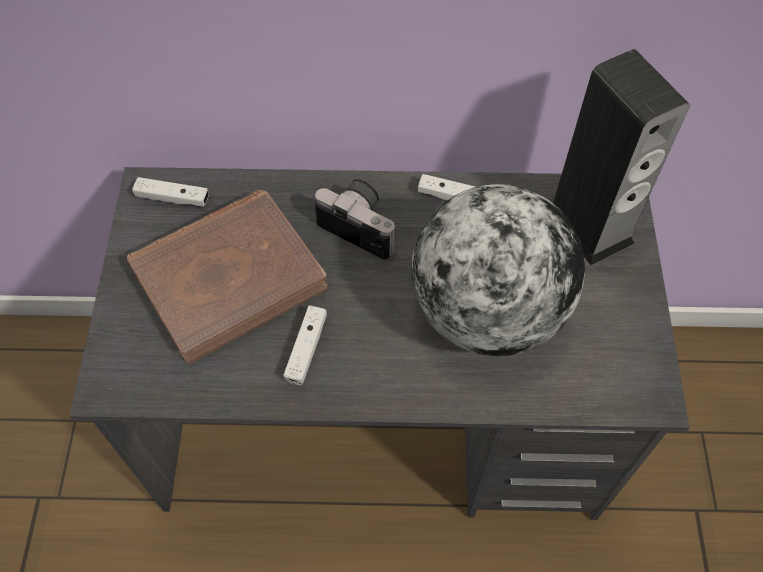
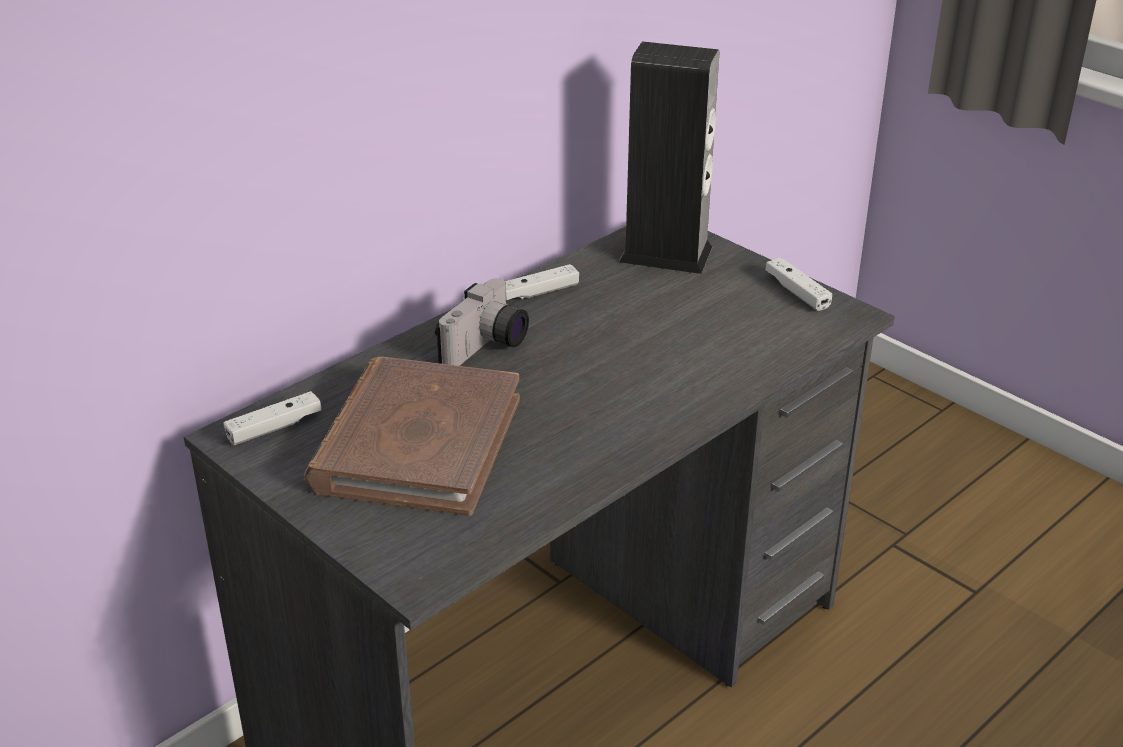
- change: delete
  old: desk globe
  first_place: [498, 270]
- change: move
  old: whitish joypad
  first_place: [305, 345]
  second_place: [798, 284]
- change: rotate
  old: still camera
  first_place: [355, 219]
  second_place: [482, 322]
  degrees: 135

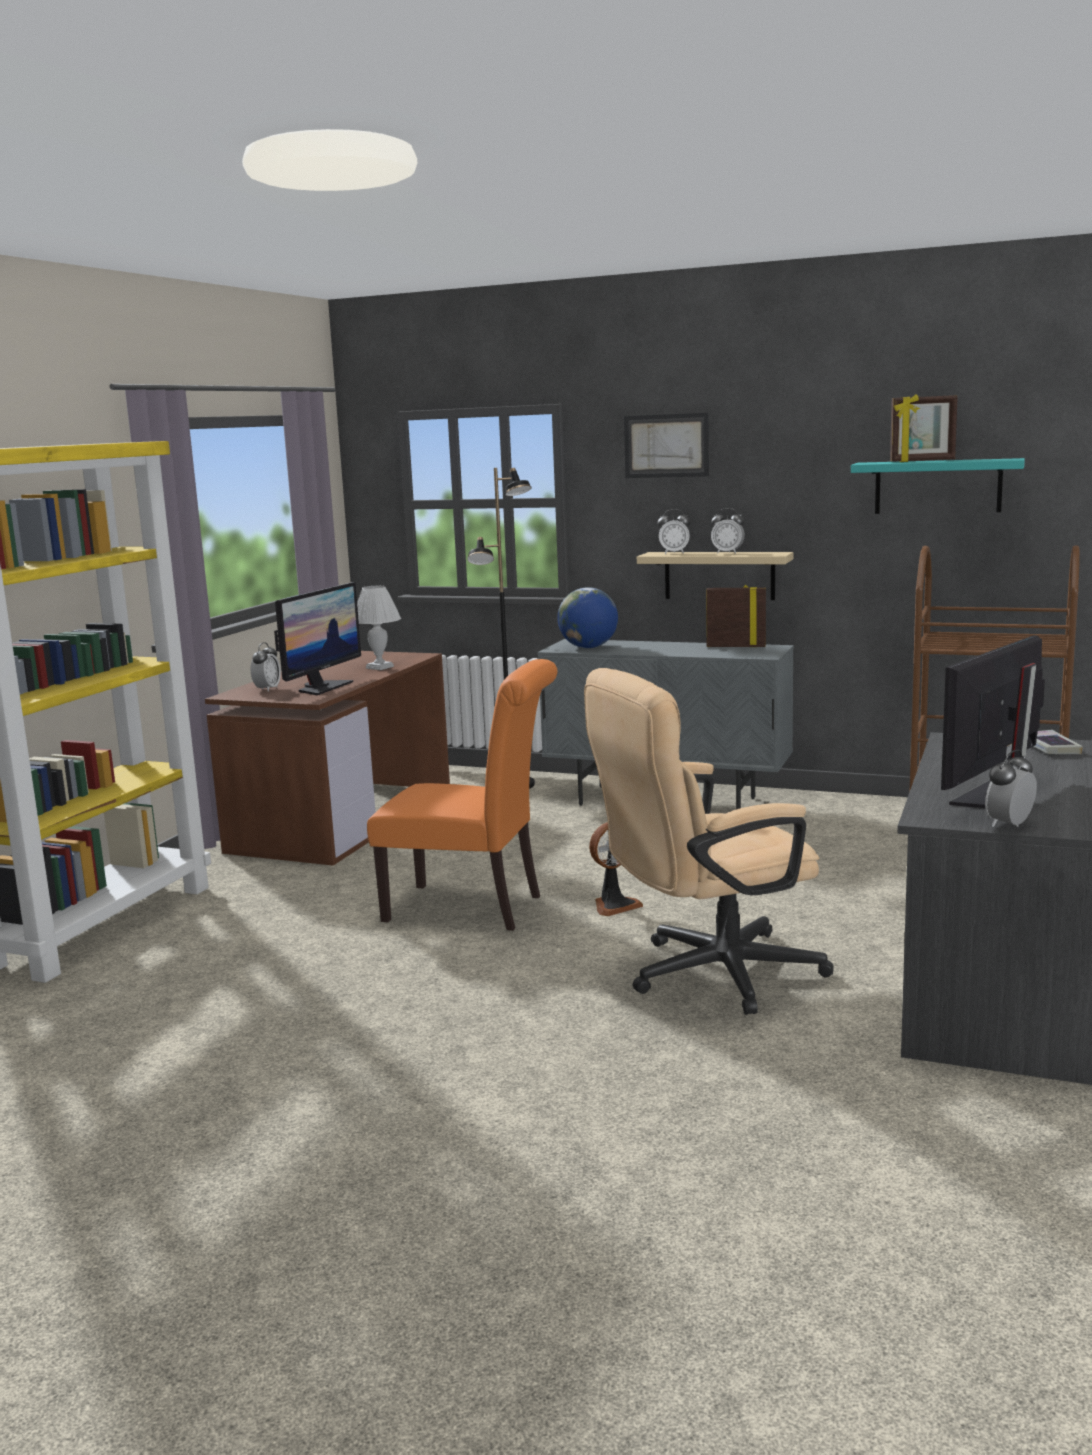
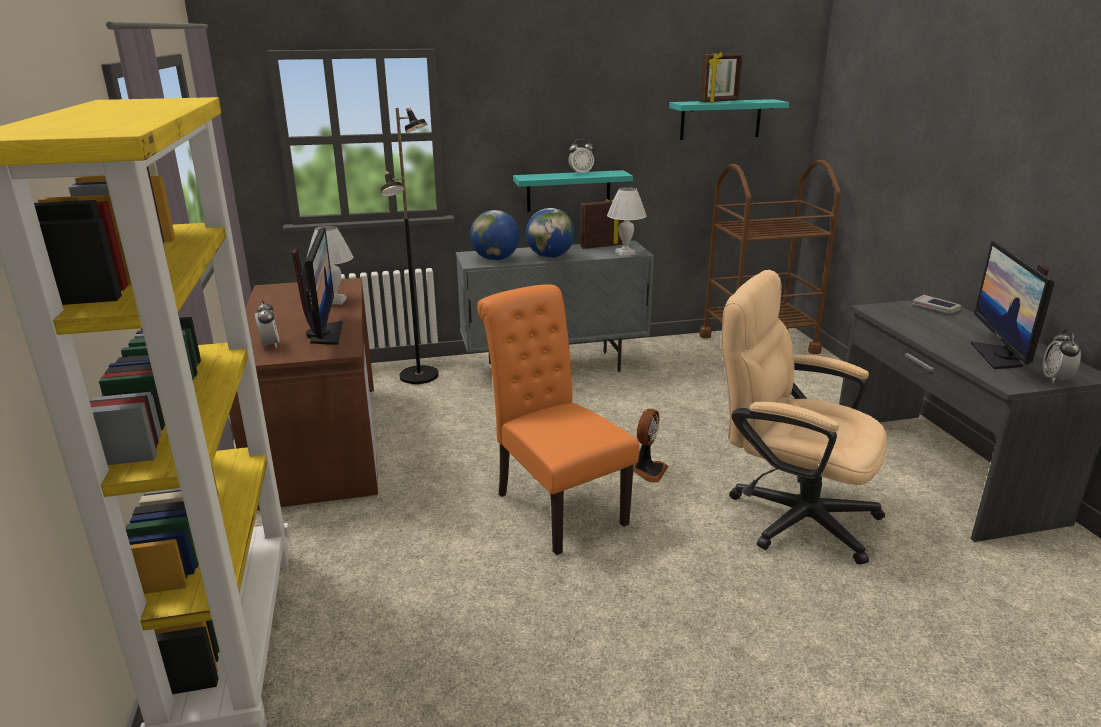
- change: delete
  old: wall art
  first_place: [666, 445]
- change: delete
  old: table clock
  first_place: [673, 531]
- change: insert
  new: desk globe
  second_place: [550, 233]
- change: insert
  new: whitish table lamp
  second_place: [627, 221]
- change: recolor
  old: beige bracket shelf
  new: blue-green bracket shelf
  first_place: [715, 576]
  second_place: [573, 191]
- change: rotate
  old: orange chair
  first_place: [462, 795]
  second_place: [558, 419]
  degrees: -105
- change: rotate
  old: beige desk chair
  first_place: [709, 841]
  second_place: [804, 417]
  degrees: 90

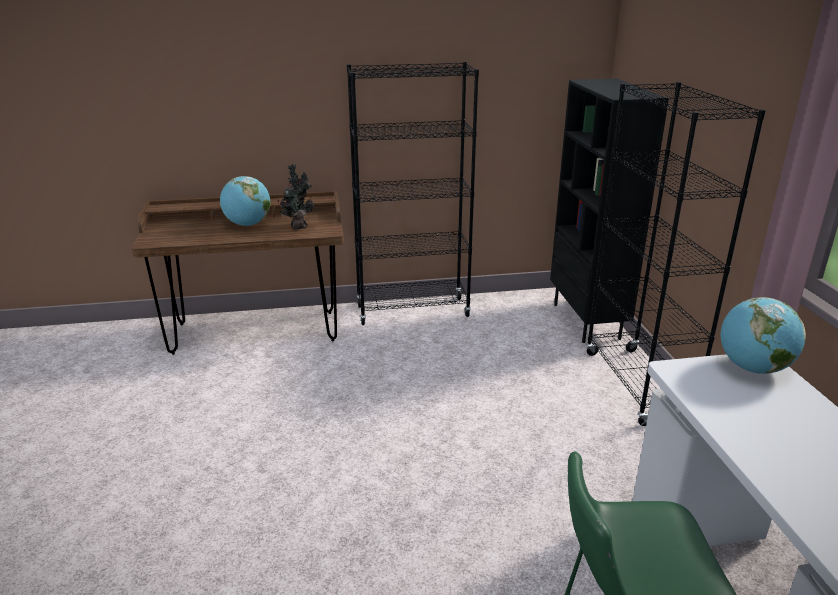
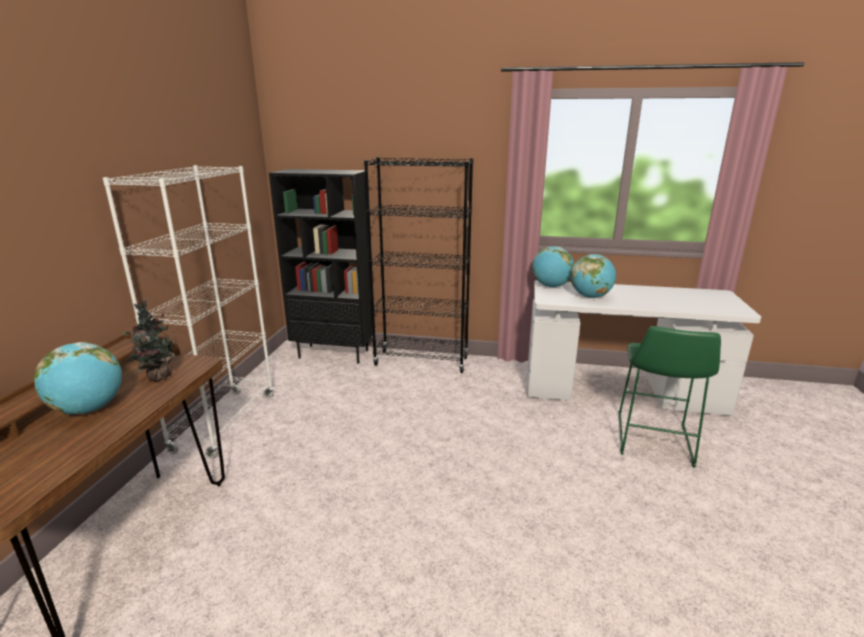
- change: insert
  new: desk globe
  second_place: [593, 276]
- change: recolor
  old: black bookshelf
  new: whitish bookshelf
  first_place: [413, 193]
  second_place: [188, 312]

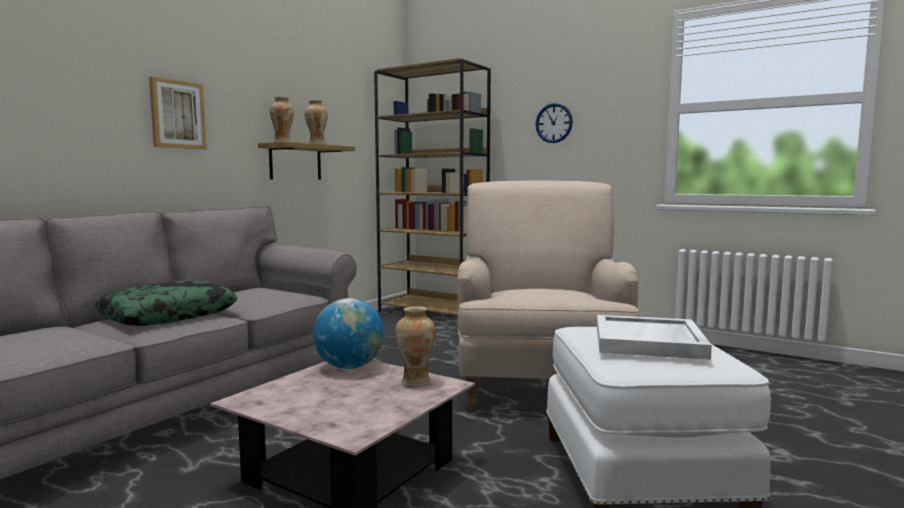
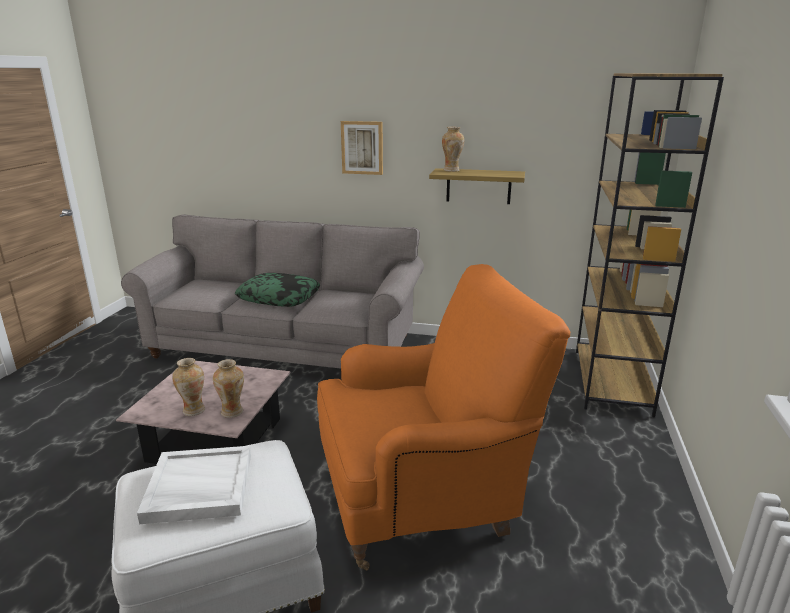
- change: delete
  old: desk globe
  first_place: [348, 333]
- change: delete
  old: hanging clock
  first_place: [554, 123]
- change: move
  old: flower vase
  first_place: [316, 122]
  second_place: [188, 387]
- change: recolor
  old: beige easy chair
  new: orange easy chair
  first_place: [548, 294]
  second_place: [443, 417]

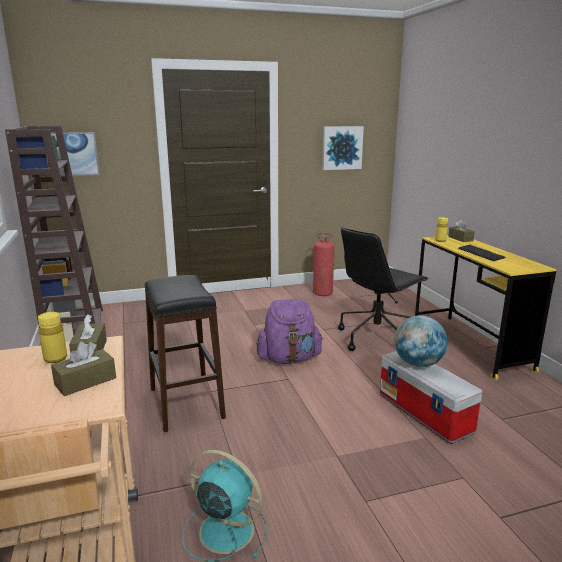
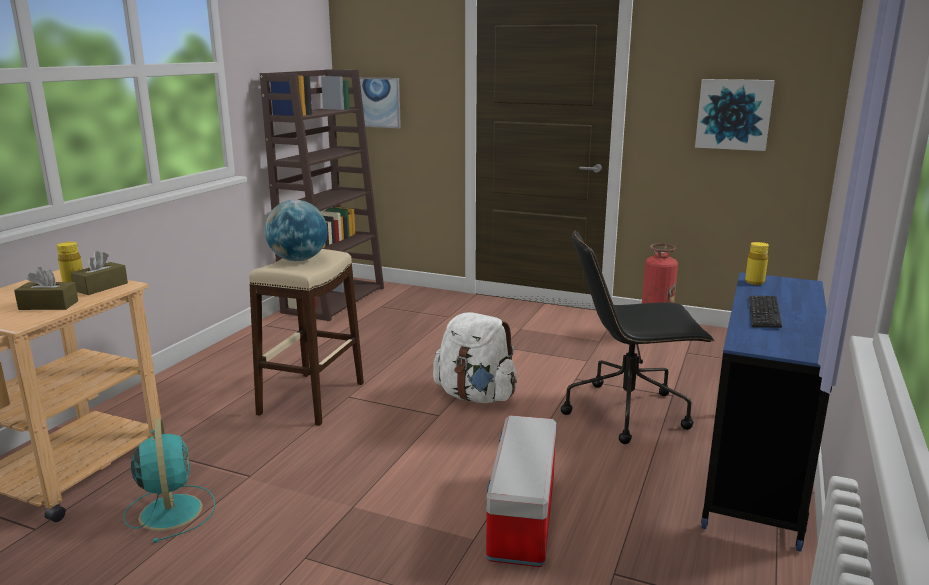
- change: delete
  old: brownish tissue box
  first_place: [461, 230]
- change: move
  old: desk globe
  first_place: [421, 341]
  second_place: [295, 230]
- change: recolor
  old: black stool seat
  new: beige stool seat
  first_place: [185, 353]
  second_place: [306, 337]
- change: recolor
  old: purple backpack
  new: whitish backpack
  first_place: [290, 331]
  second_place: [475, 357]
- change: recolor
  old: yellow desk unit
  new: blue desk unit
  first_place: [485, 307]
  second_place: [766, 412]

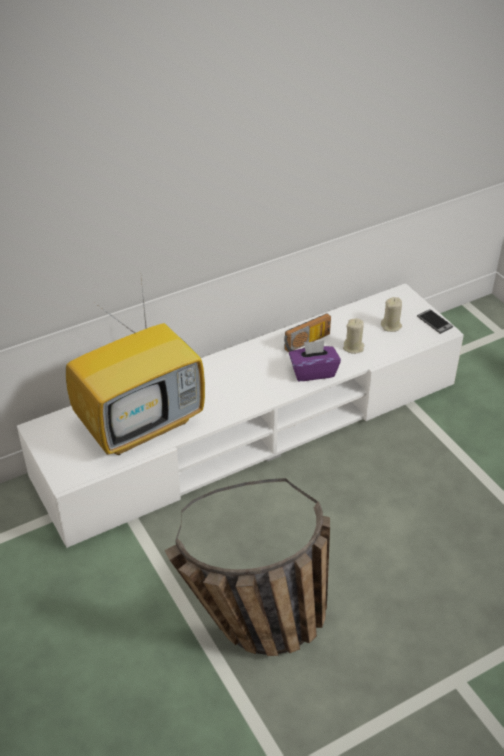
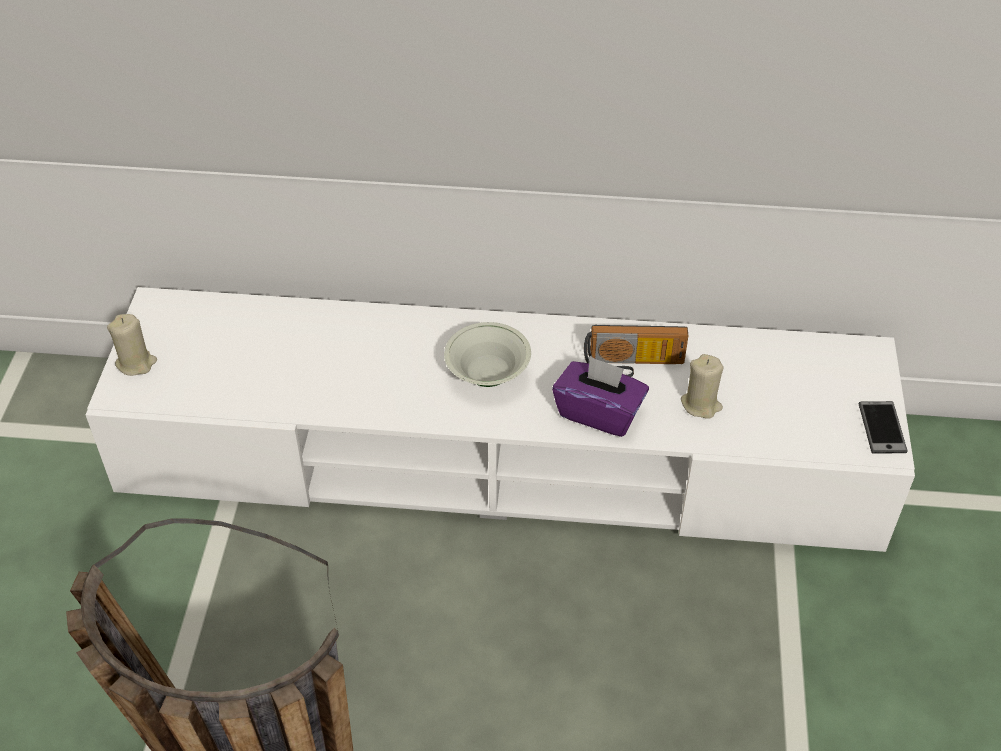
- change: delete
  old: television
  first_place: [135, 366]
- change: insert
  new: whitish deep dish
  second_place: [487, 354]
- change: move
  old: beige wax candle
  first_place: [391, 314]
  second_place: [132, 345]

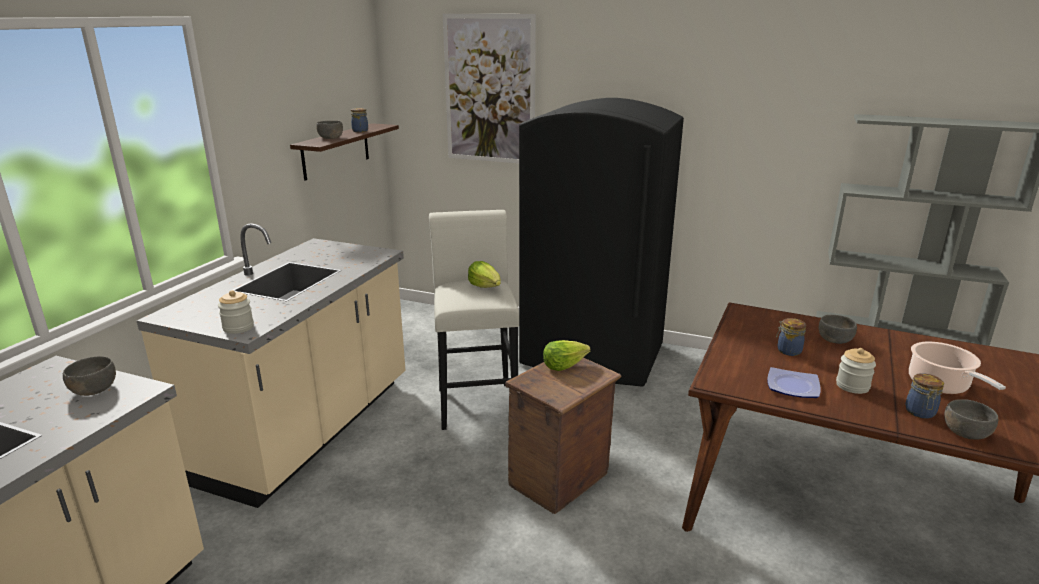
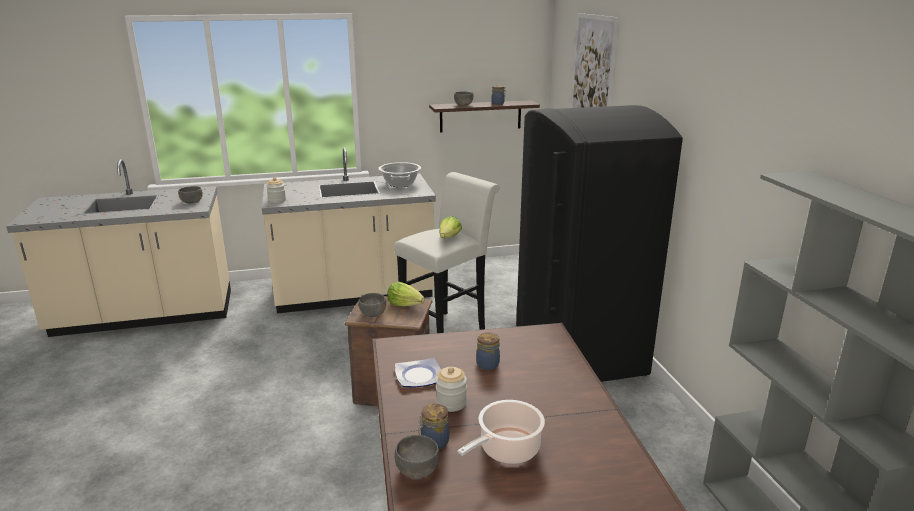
- change: insert
  new: saucepot
  second_place: [399, 174]
- change: move
  old: gray deep dish
  first_place: [838, 329]
  second_place: [372, 305]

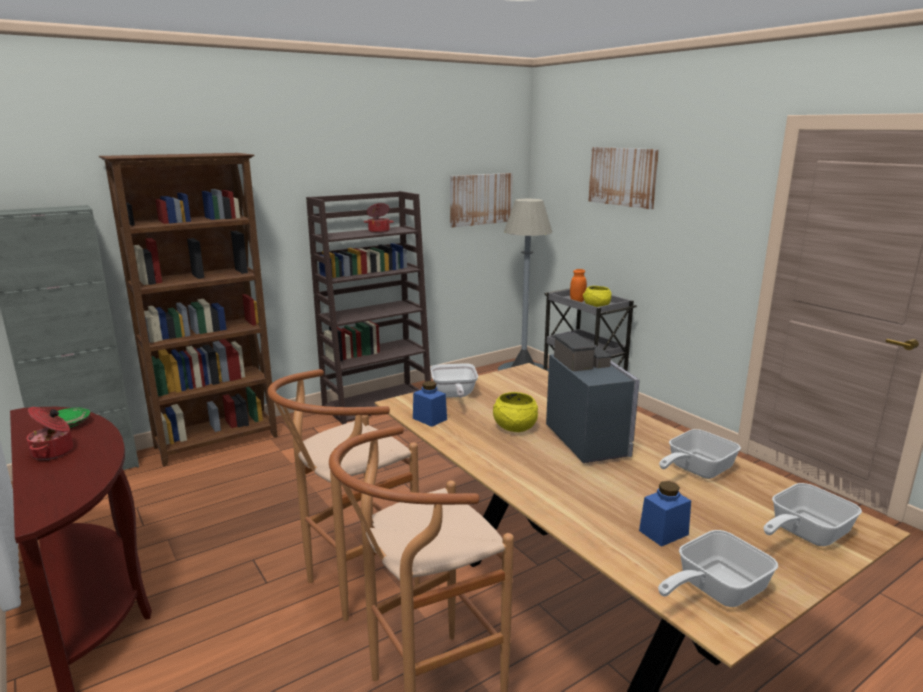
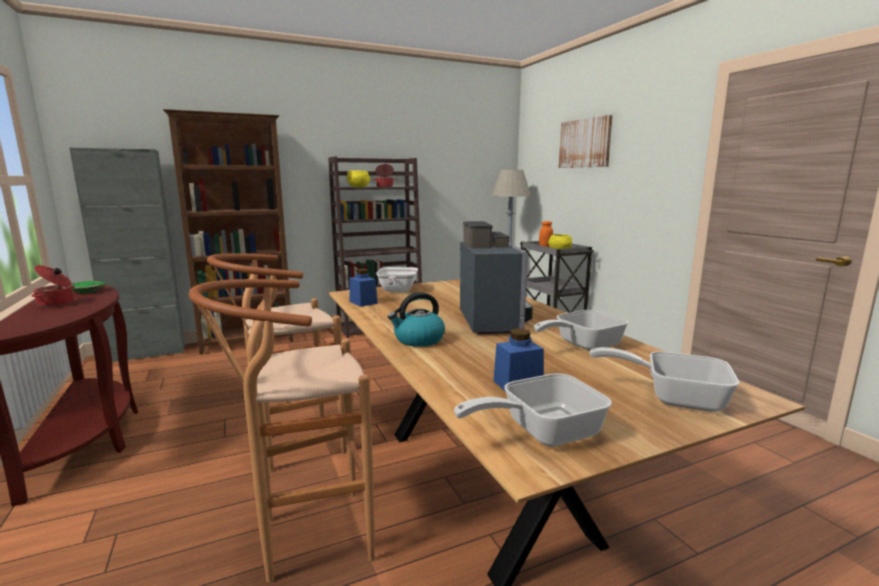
- change: delete
  old: wall art
  first_place: [481, 200]
- change: insert
  new: kettle
  second_place: [416, 319]
- change: move
  old: yellow deep dish
  first_place: [515, 412]
  second_place: [359, 178]
- change: rotate
  old: skillet
  first_place: [812, 514]
  second_place: [664, 379]
  degrees: 45

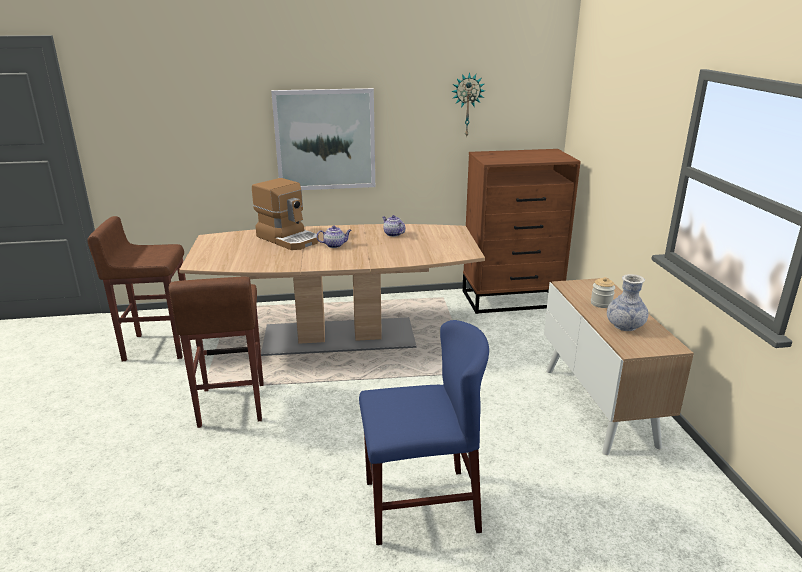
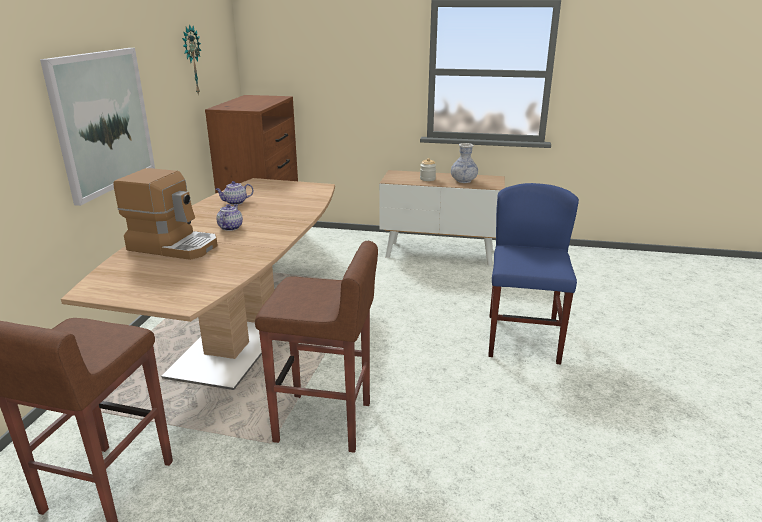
- change: rotate
  old: coffee maker
  first_place: [285, 214]
  second_place: [166, 214]
  degrees: 45

